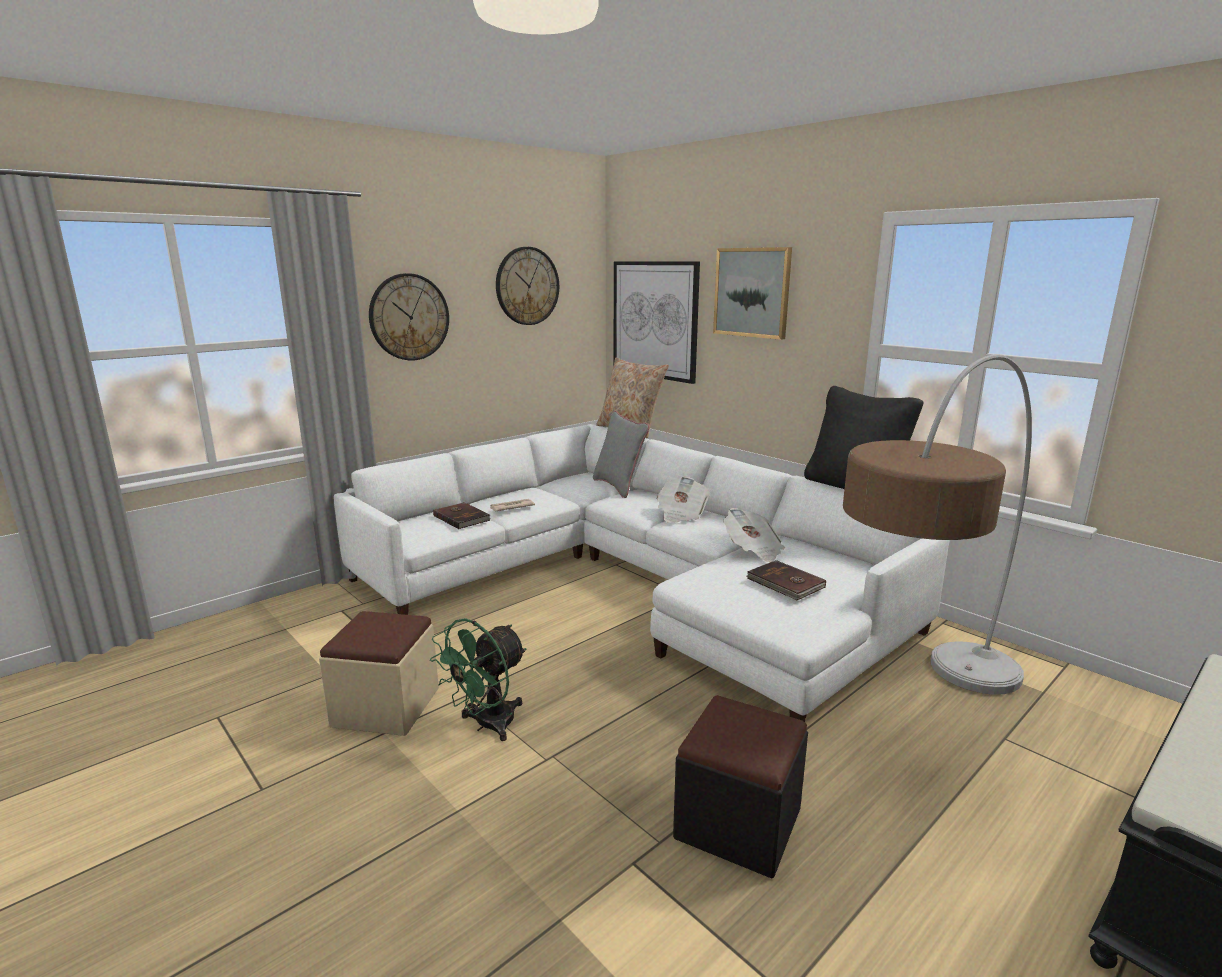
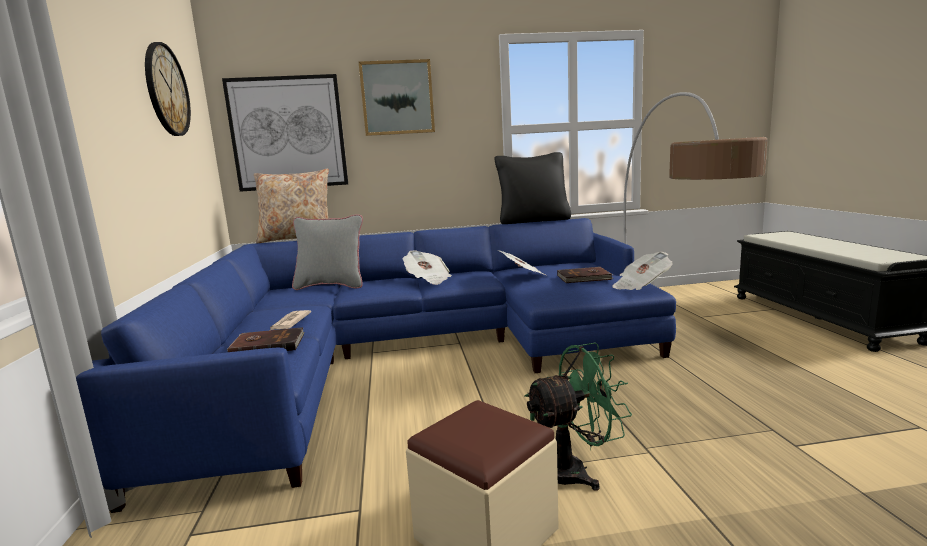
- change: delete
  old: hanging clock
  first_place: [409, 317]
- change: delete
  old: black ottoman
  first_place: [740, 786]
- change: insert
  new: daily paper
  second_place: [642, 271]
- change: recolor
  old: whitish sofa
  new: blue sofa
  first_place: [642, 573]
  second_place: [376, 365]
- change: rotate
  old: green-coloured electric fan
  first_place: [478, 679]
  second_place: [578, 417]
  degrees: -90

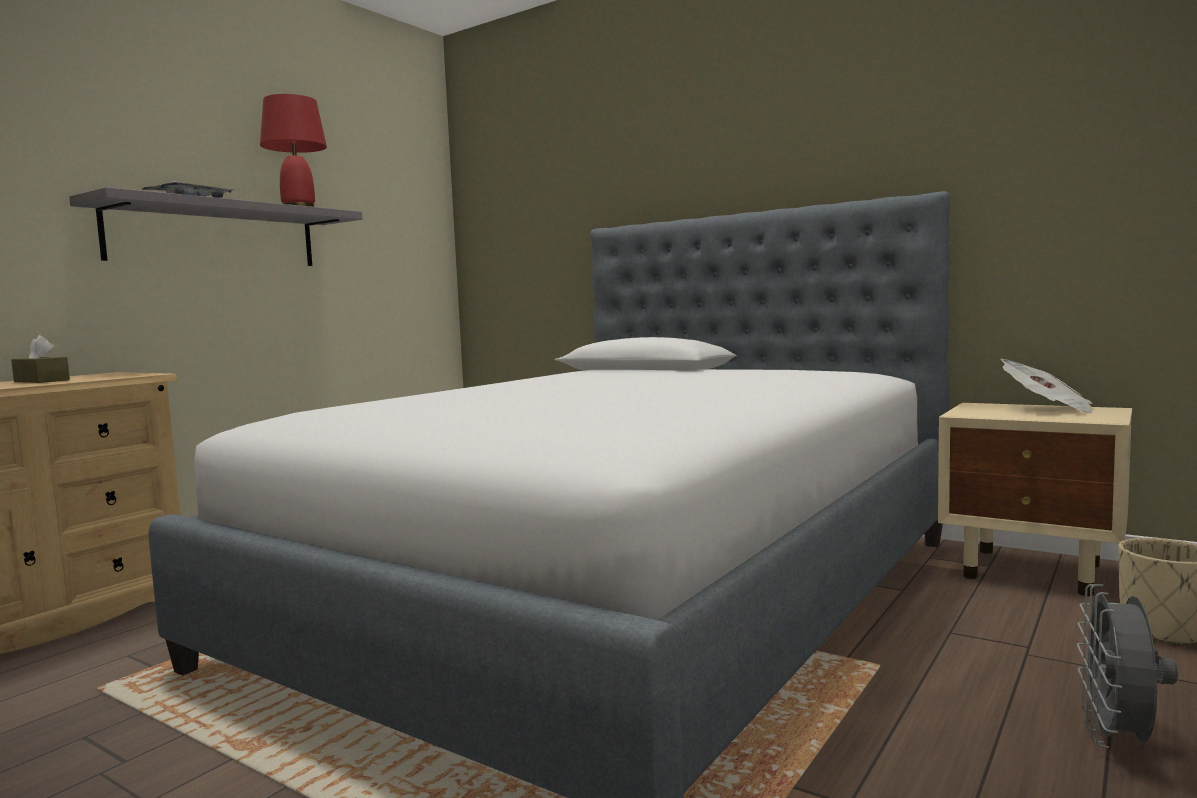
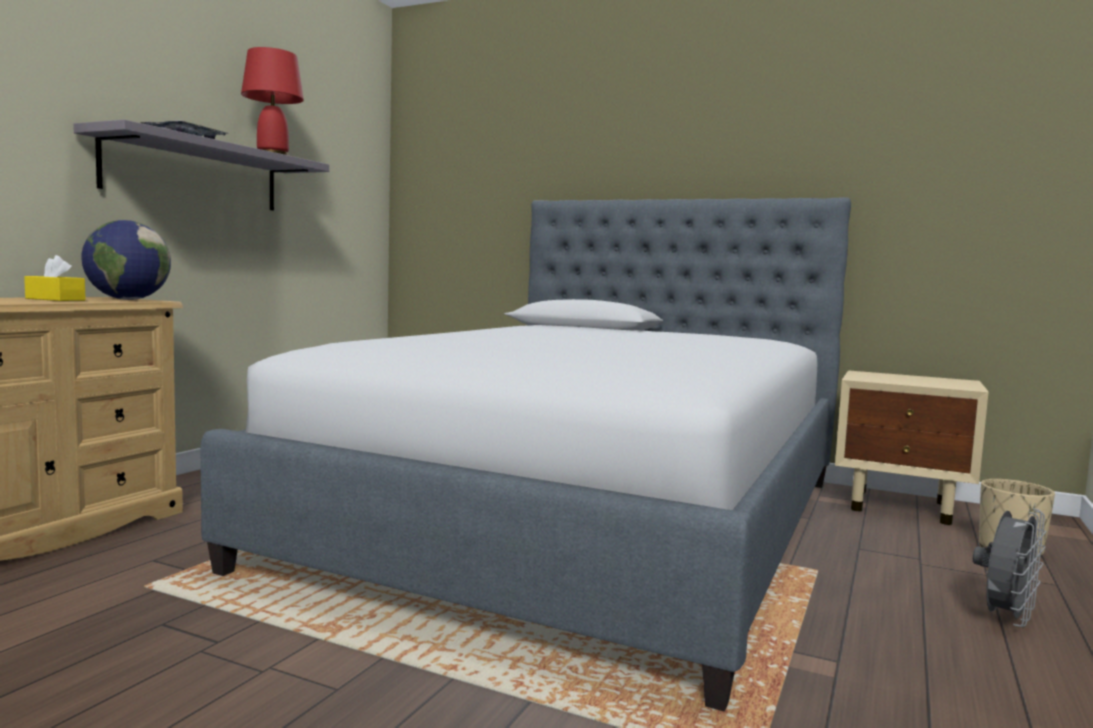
- change: delete
  old: daily paper
  first_place: [1046, 386]
- change: insert
  new: desk globe
  second_place: [126, 260]
- change: recolor
  old: brownish tissue box
  new: yellow tissue box
  first_place: [40, 359]
  second_place: [54, 278]
- change: rotate
  old: gray electric fan
  first_place: [1127, 666]
  second_place: [1009, 567]
  degrees: -150

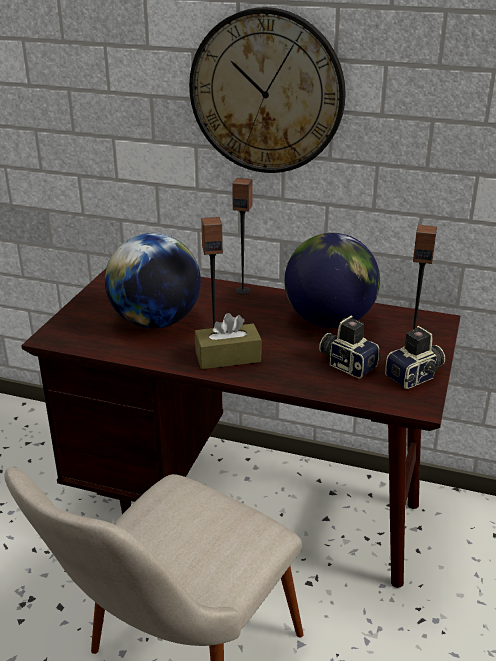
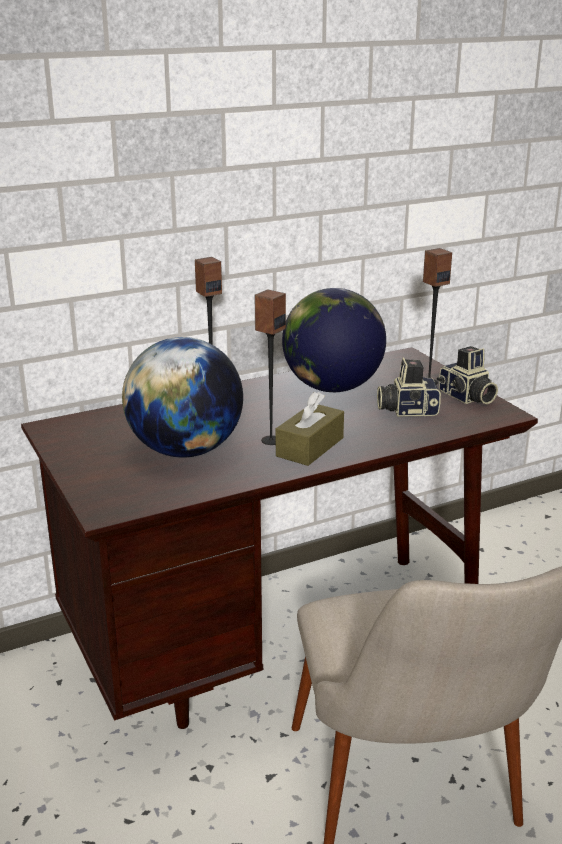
- change: delete
  old: hanging clock
  first_place: [267, 90]
- change: rotate
  old: still camera
  first_place: [415, 357]
  second_place: [467, 375]
  degrees: 135

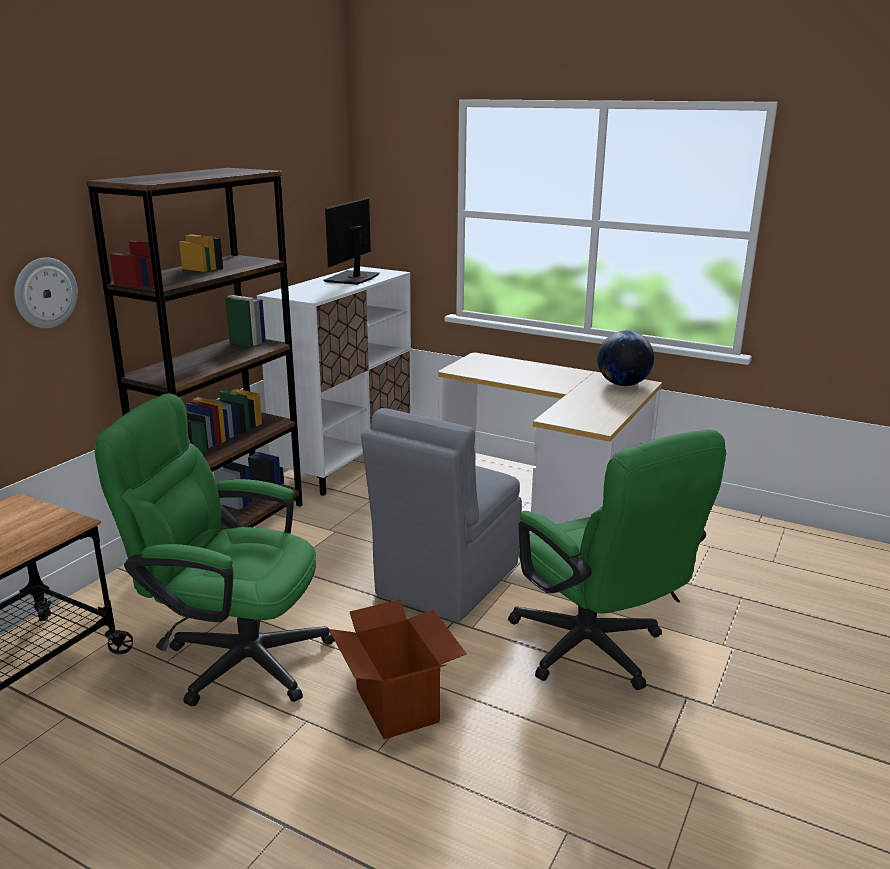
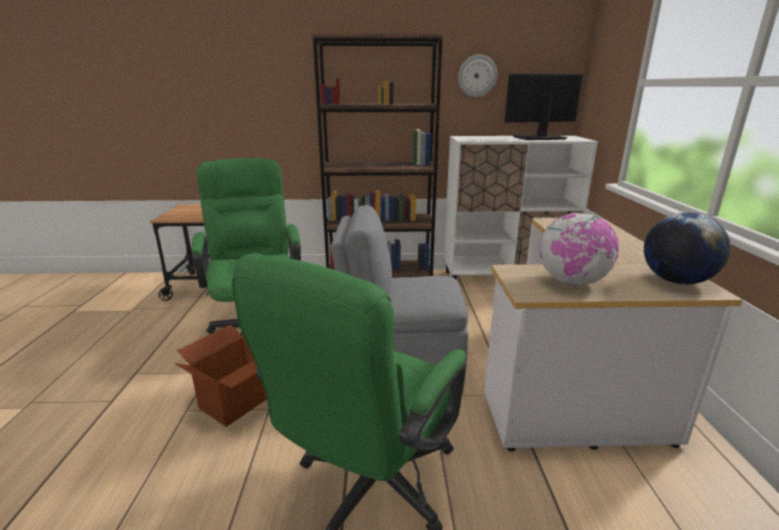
- change: insert
  new: desk globe
  second_place: [579, 249]
- change: move
  old: hanging clock
  first_place: [46, 293]
  second_place: [477, 75]

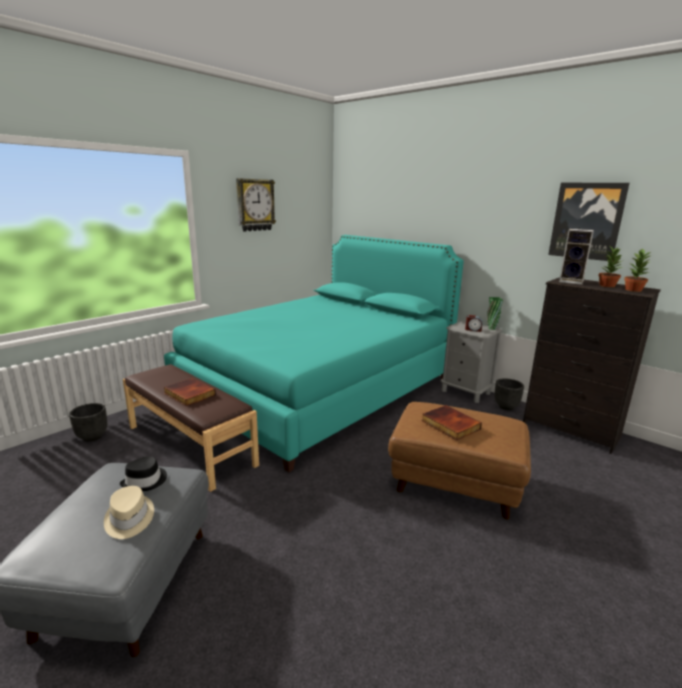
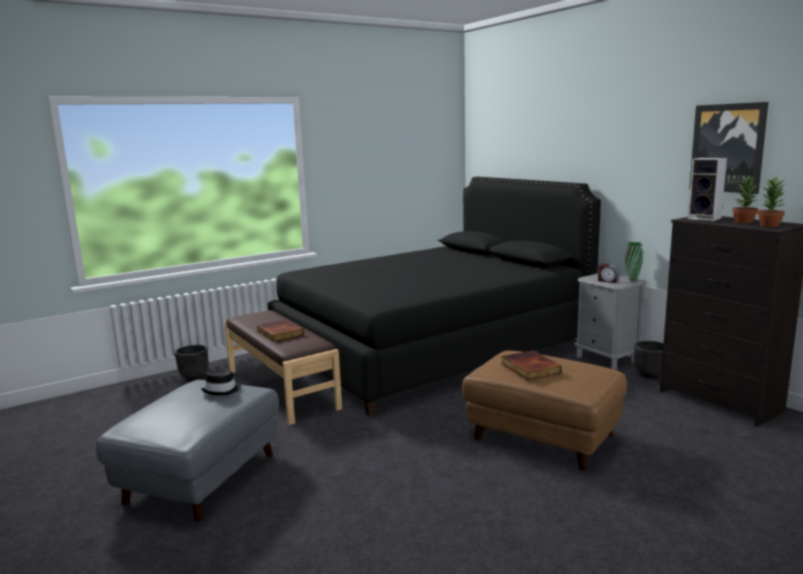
- change: delete
  old: beige clothing hat
  first_place: [129, 512]
- change: delete
  old: hanging clock
  first_place: [256, 205]
- change: recolor
  old: blue-green sleeping bed
  new: black sleeping bed
  first_place: [314, 353]
  second_place: [434, 296]

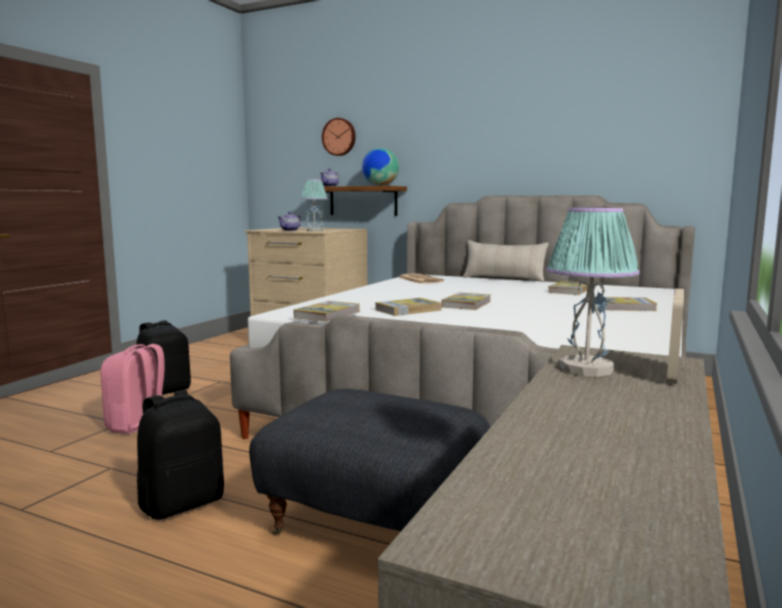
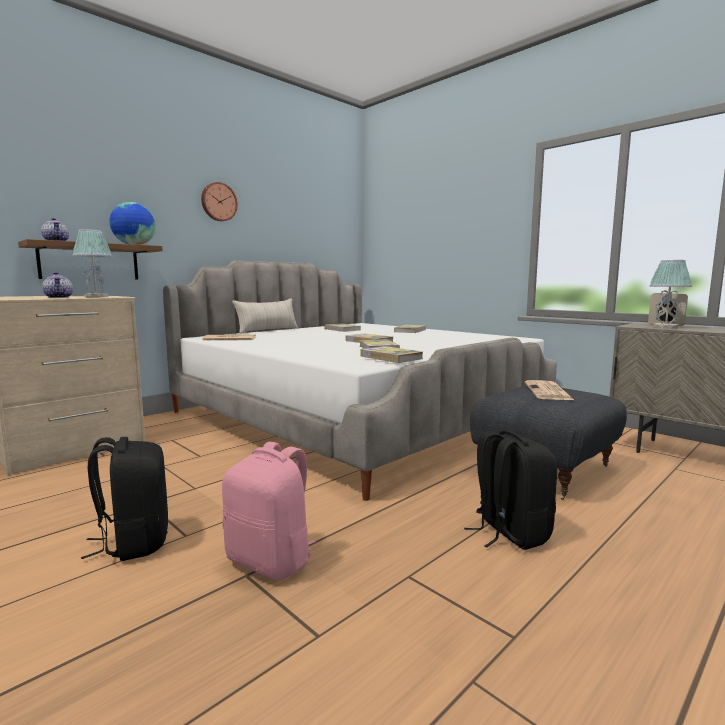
- change: insert
  new: daily paper
  second_place: [549, 390]
- change: move
  old: hanging clock
  first_place: [339, 137]
  second_place: [219, 201]

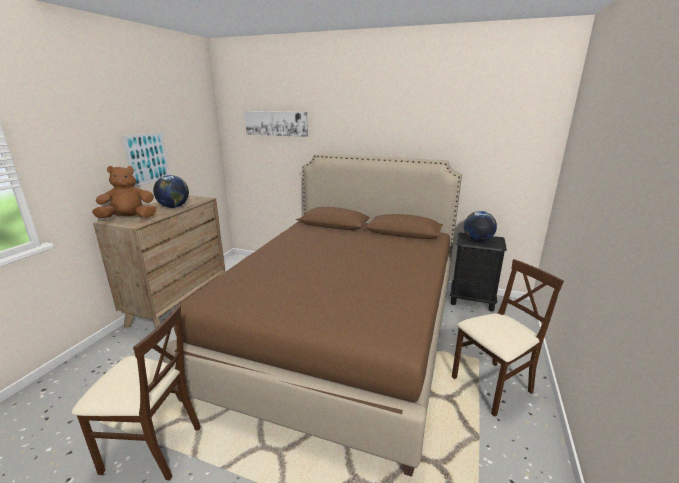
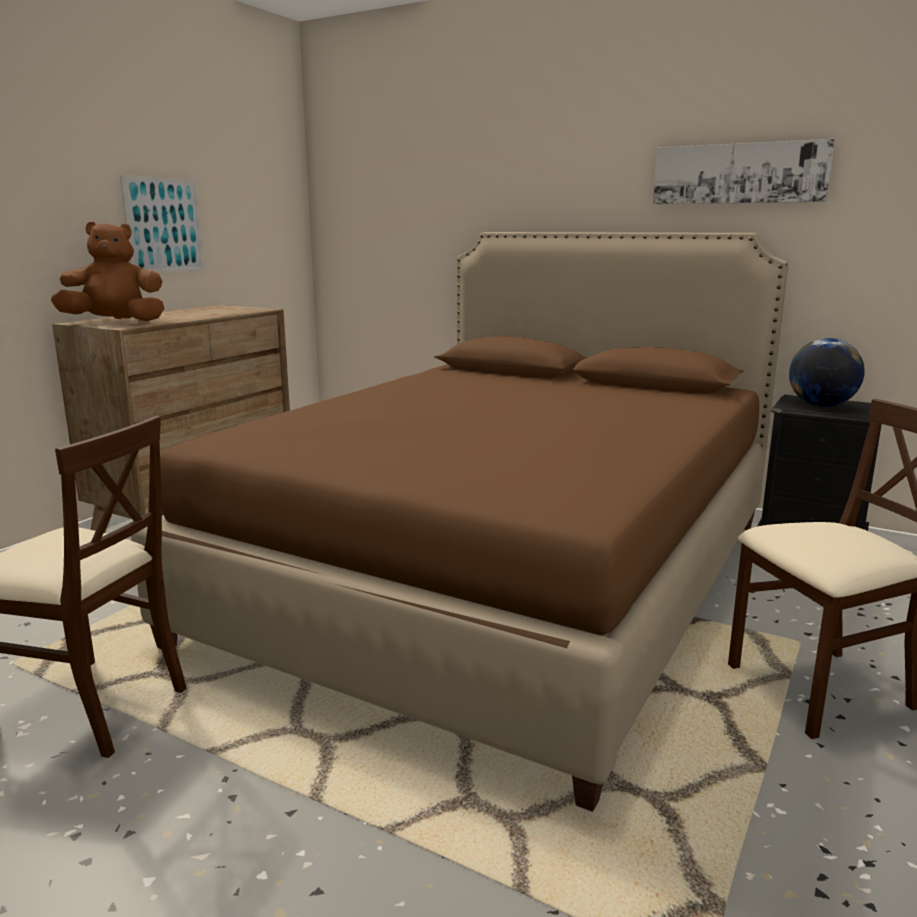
- change: delete
  old: desk globe
  first_place: [171, 191]
- change: move
  old: wall art
  first_place: [276, 124]
  second_place: [744, 171]

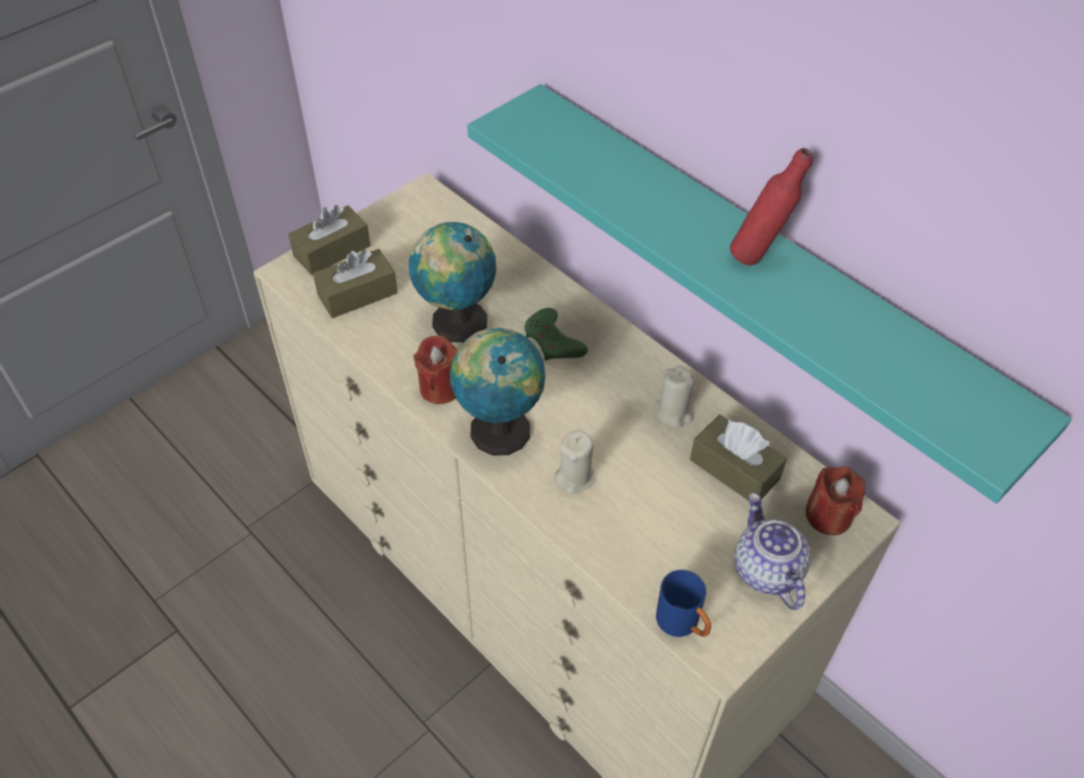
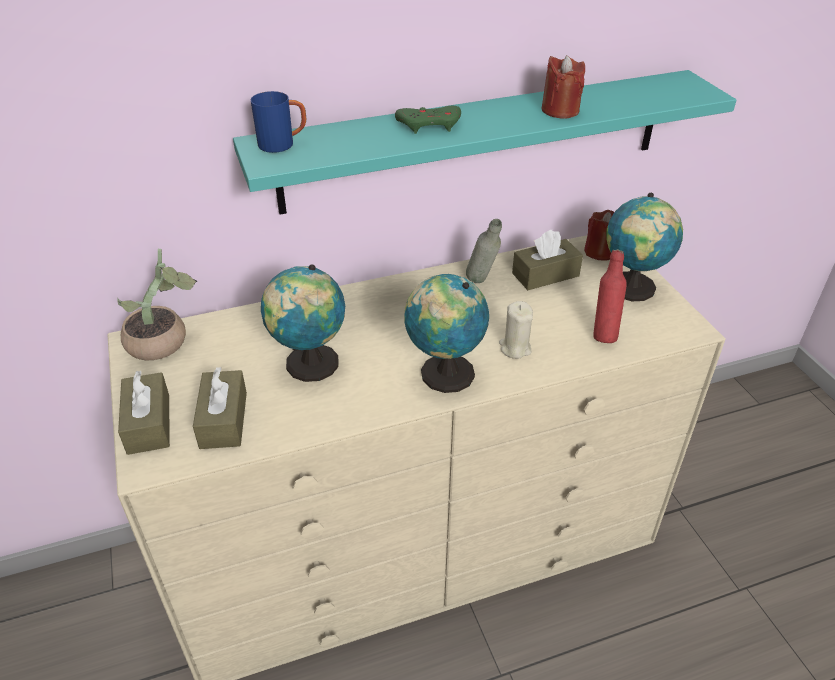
- change: insert
  new: potted plant
  second_place: [157, 304]
- change: move
  old: reddish wax candle
  first_place: [435, 369]
  second_place: [563, 87]
- change: move
  old: green-coloured joypad
  first_place: [556, 334]
  second_place: [428, 120]
- change: move
  old: blue tea mug
  first_place: [683, 603]
  second_place: [278, 122]
- change: move
  old: reddish drink bottle
  first_place: [772, 206]
  second_place: [610, 296]
- change: replace
  old: beige wax candle
  new: gray drink bottle
  first_place: [674, 397]
  second_place: [484, 251]
- change: replace
  old: tea pot
  new: desk globe
  first_place: [772, 551]
  second_place: [645, 247]

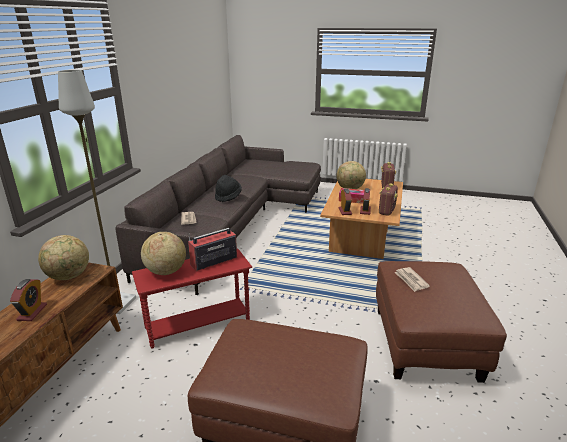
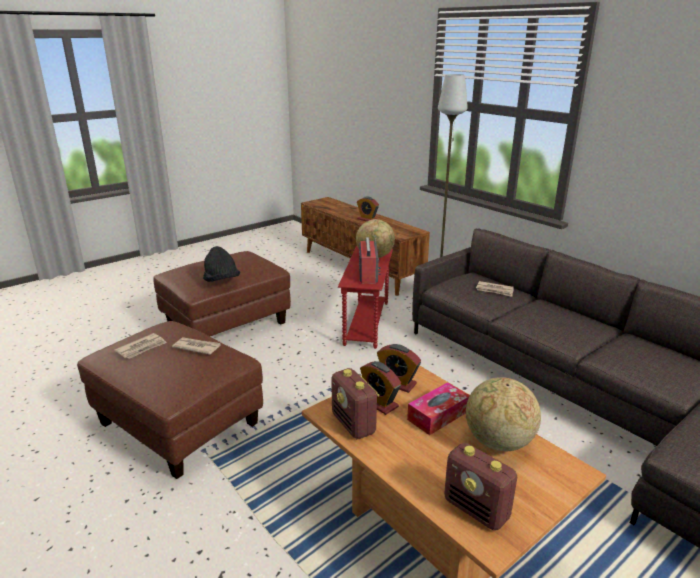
- change: delete
  old: desk globe
  first_place: [63, 257]
- change: insert
  new: daily paper
  second_place: [140, 346]
- change: move
  old: black clothing hat
  first_place: [228, 188]
  second_place: [221, 264]

